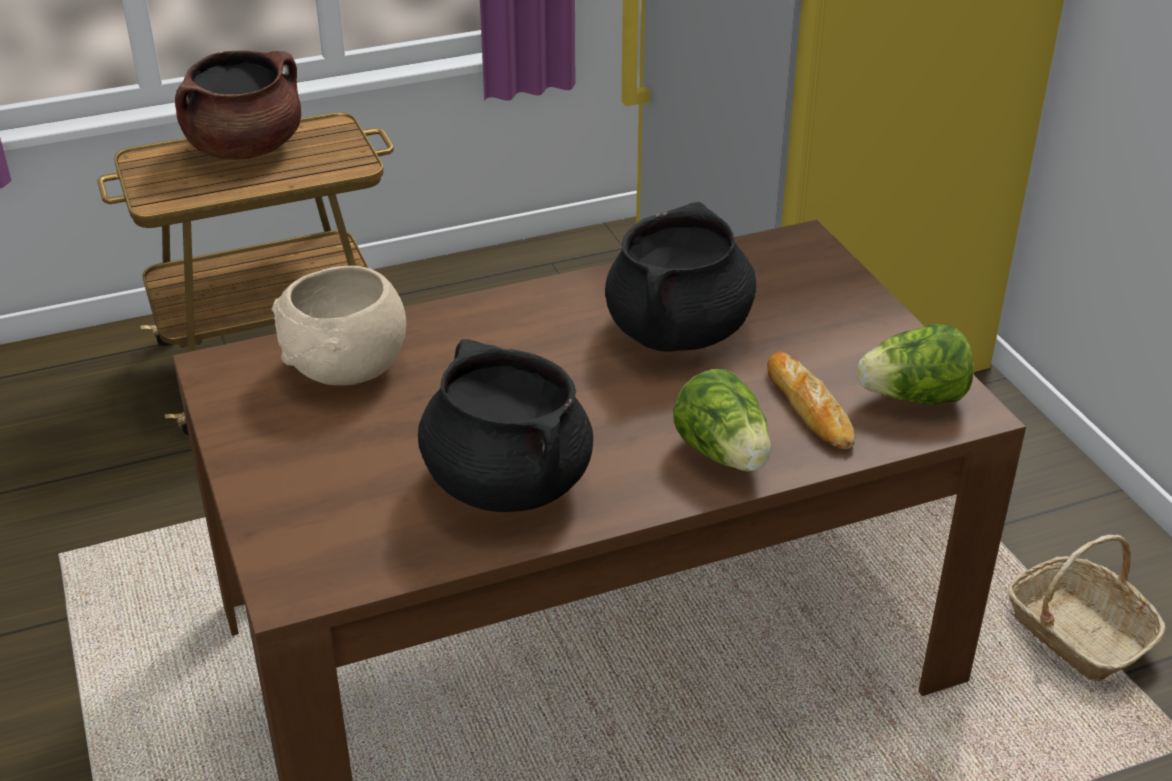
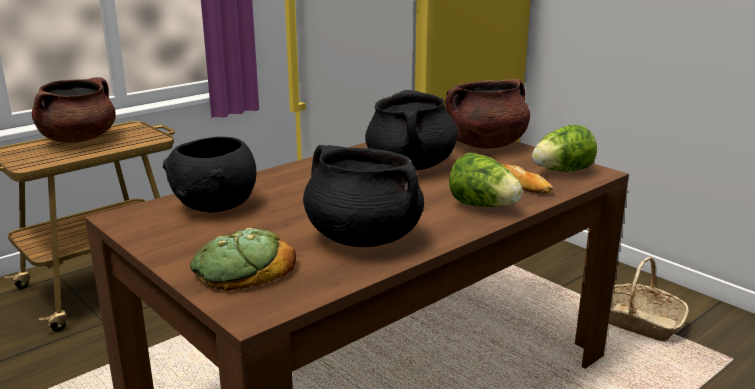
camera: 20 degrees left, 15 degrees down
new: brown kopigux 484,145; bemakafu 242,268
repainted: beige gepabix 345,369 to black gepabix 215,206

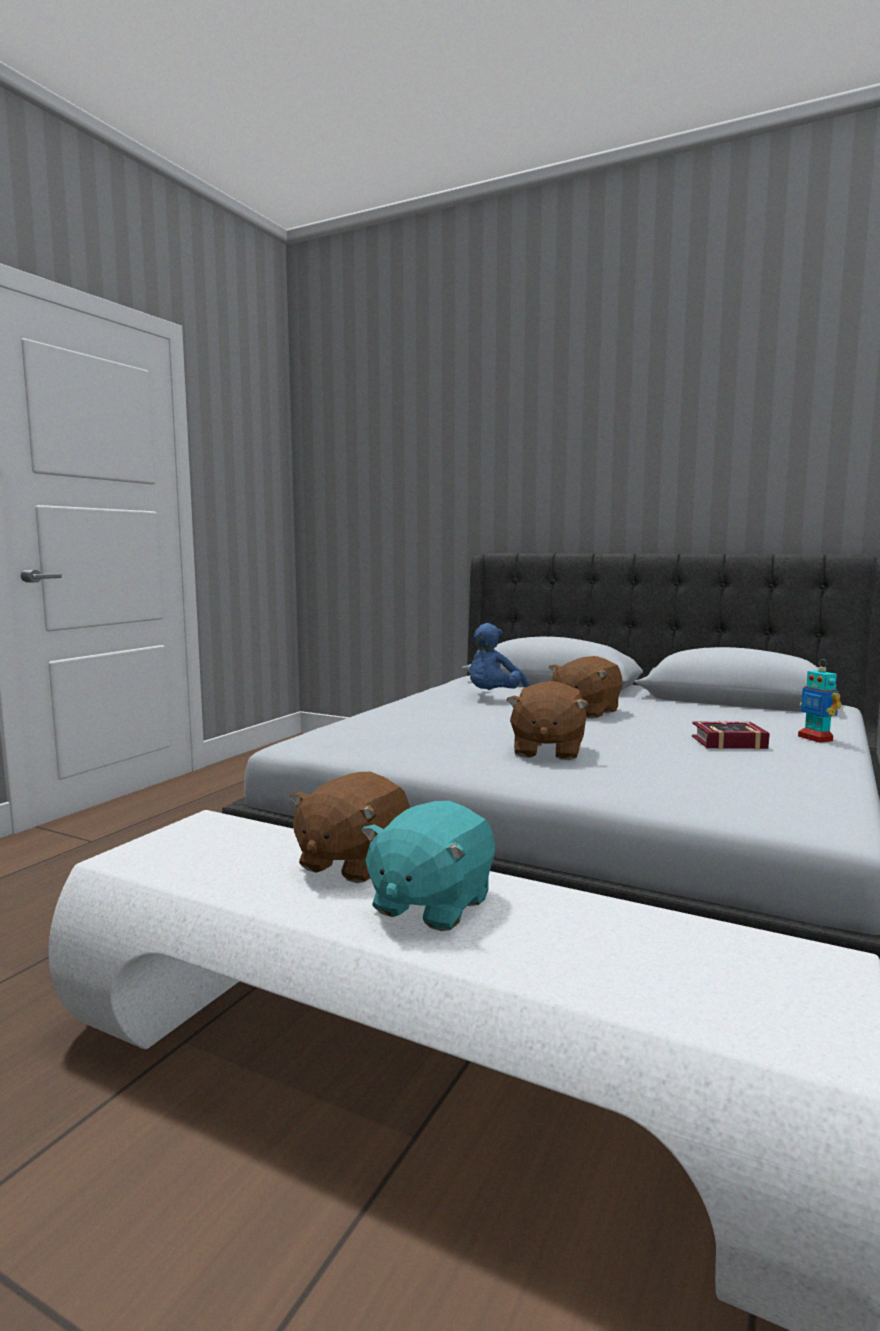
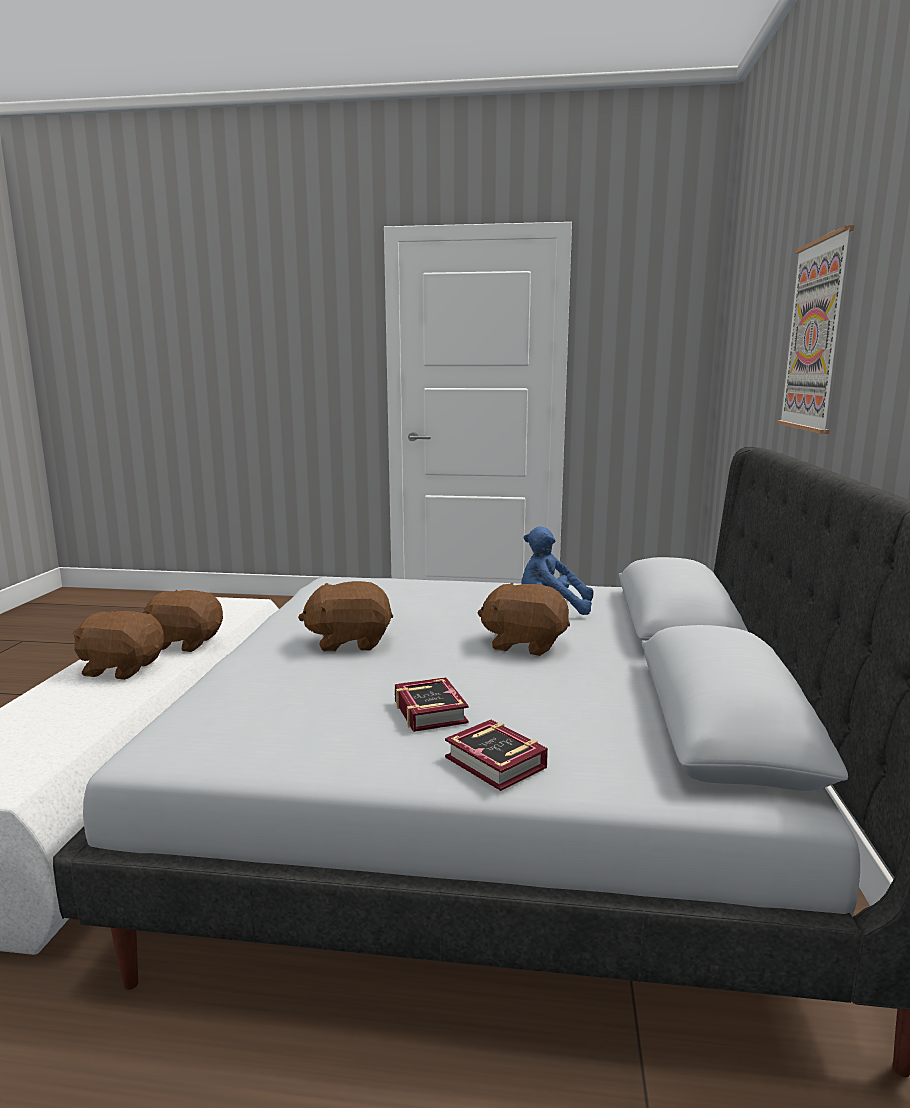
camera: 70 degrees right, 5 degrees up
new: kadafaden 815,336
swapped: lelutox 815,738 to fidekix 496,765
repainted: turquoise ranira 430,904 to brown ranira 122,668

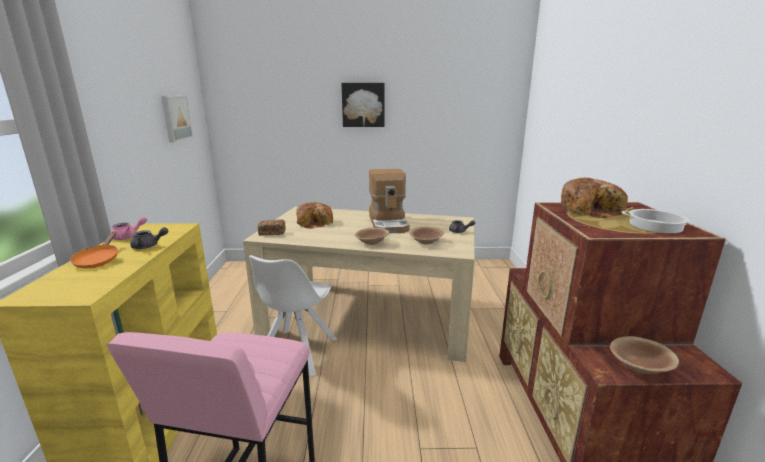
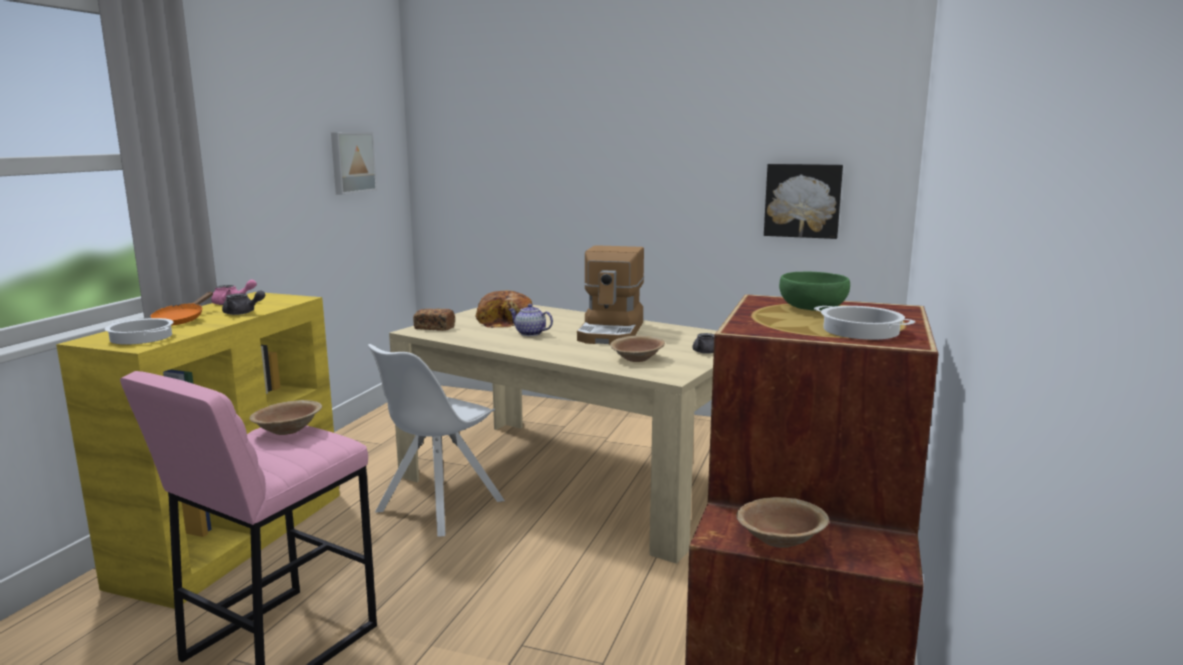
camera: 20 degrees right, 5 degrees down
new: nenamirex 530,333; kopigux 140,337
shifted: kadafaden 363,105 to 802,200; brown gepabix 372,242 to 288,430
swapped: bemakafu 592,209 to green gepabix 812,307

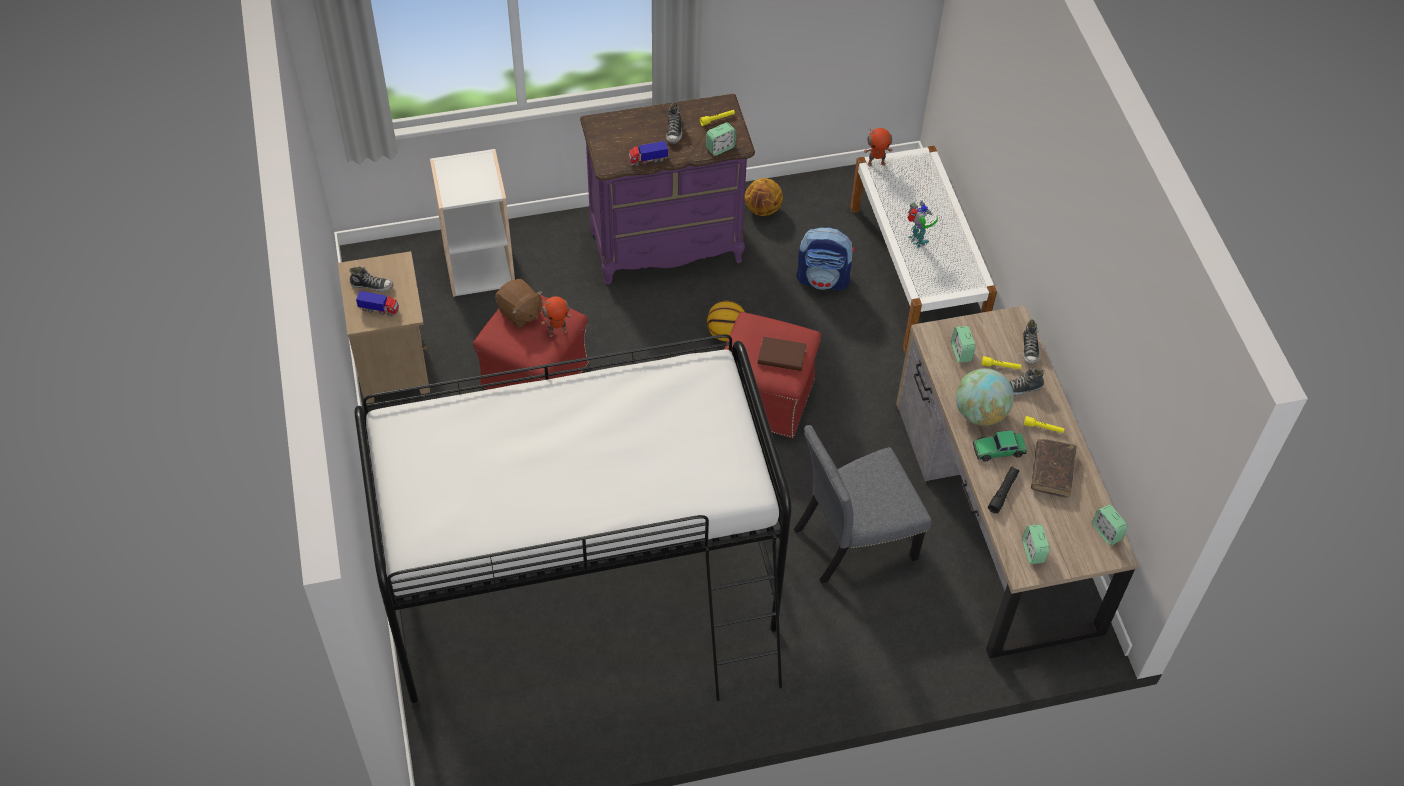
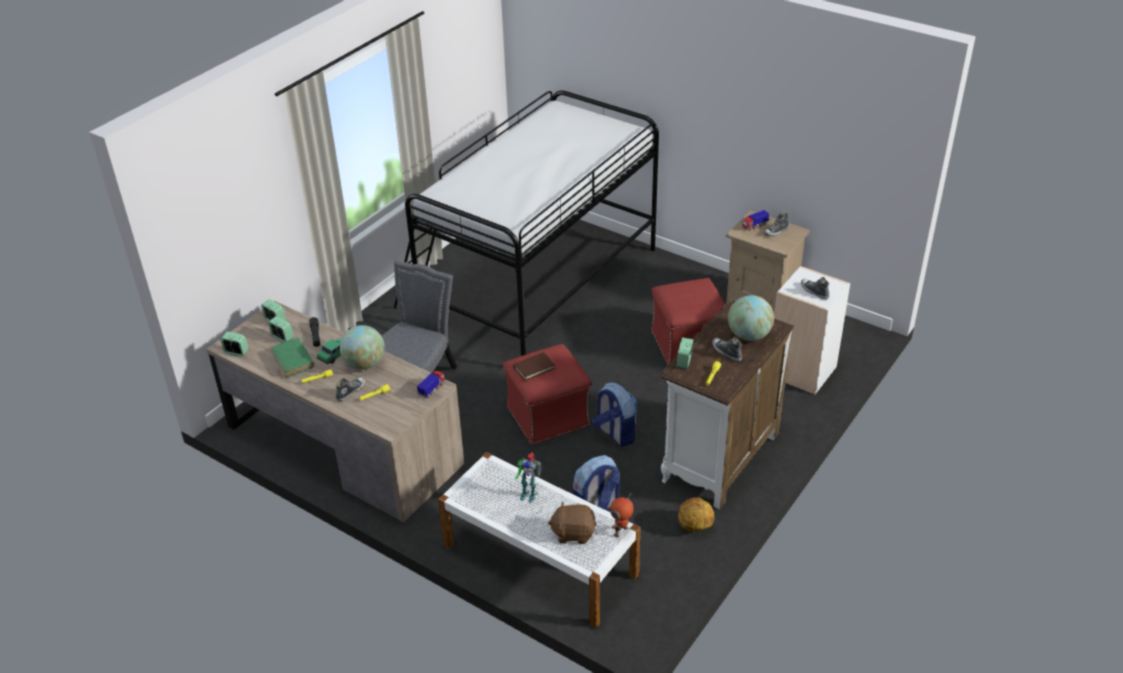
camera: 140 degrees right, 15 degrees down
gone: lelutox 557,331
new: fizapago 749,335
shifted: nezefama 647,160 to 432,389; brown ranira 520,312 to 573,533; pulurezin 1030,350 to 814,291; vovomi 961,352 to 282,337
swapped: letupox 726,333 to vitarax 615,434
repainted: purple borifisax 667,248 to white borifisax 718,456; brown fidekix 1052,471 to green fidekix 293,361

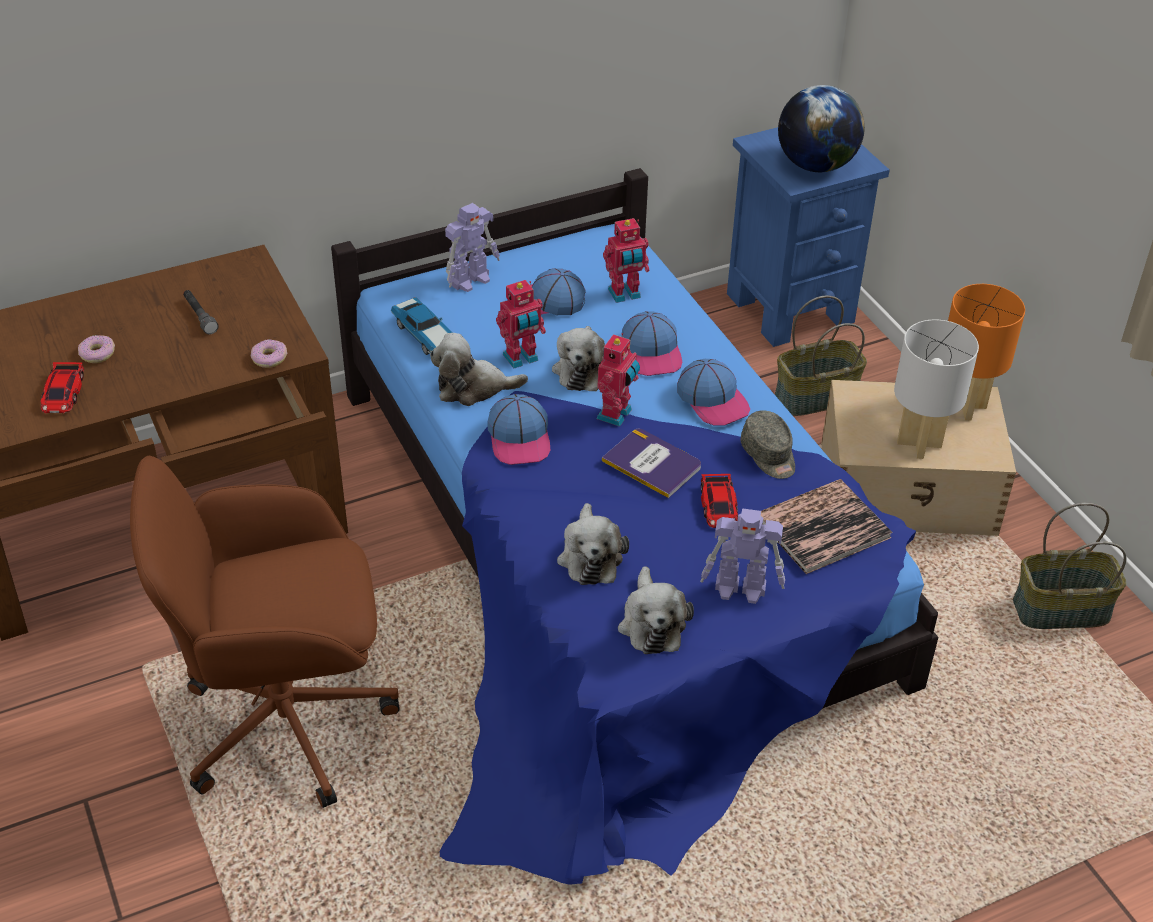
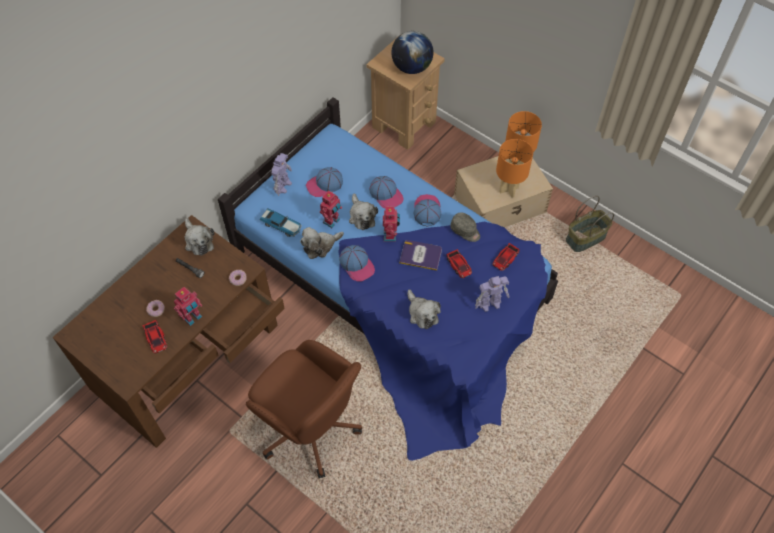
camera: 25 degrees left, 15 degrees up
gone: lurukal 816,398
shifted: lelutox 625,295 to 192,318; ranira 651,623 to 198,241
swapped: fidekix 822,527 to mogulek 505,259
repainted: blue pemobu 792,309 to beige pemobu 405,125; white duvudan 918,444 to orange duvudan 508,190
rotated: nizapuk 713,400 = 427,210 120 degrees counterclockwise; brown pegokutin 287,724 = 309,430 105 degrees counterclockwise

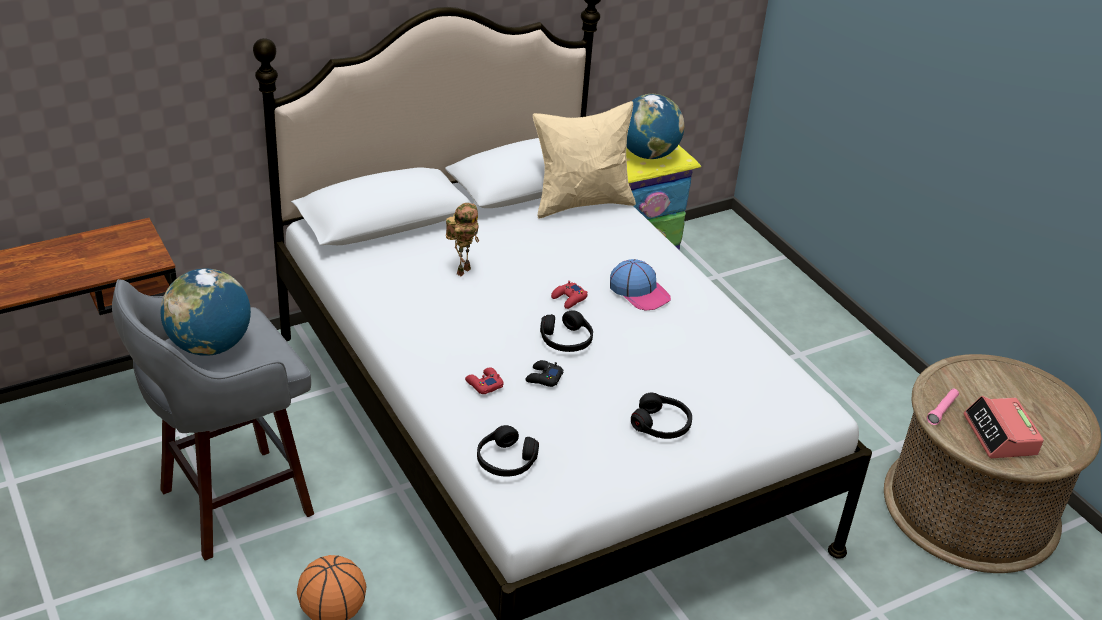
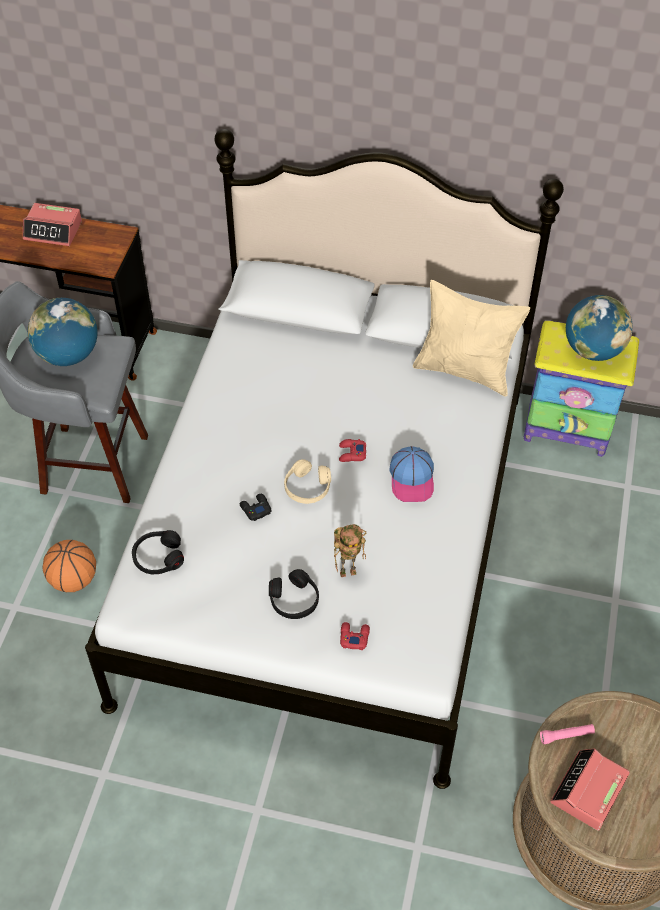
camera: 45 degrees right, 15 degrees up
new: vovomi 53,230
shifted: lelutox 462,270 to 348,571; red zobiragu 484,384 to 354,637
repainted: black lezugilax 566,340 to beige lezugilax 307,487

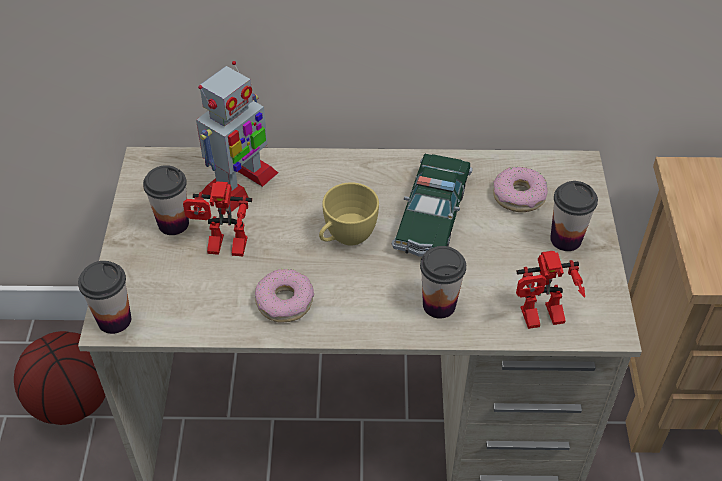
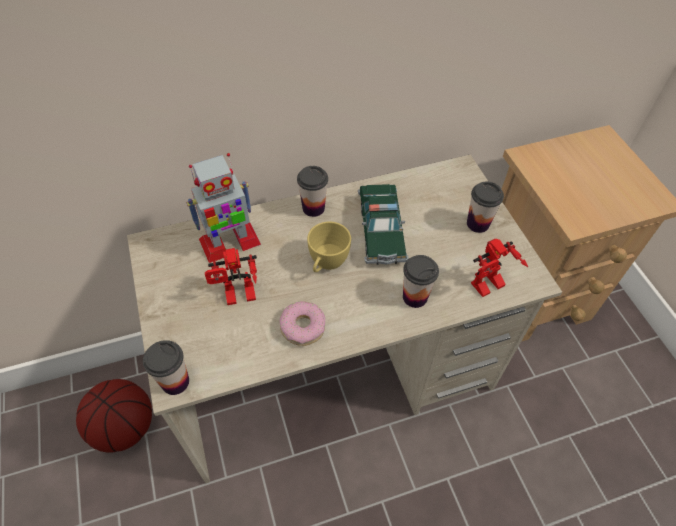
camera: 20 degrees left, 5 degrees up
gone: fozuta 519,196
shifted: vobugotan 173,223 to 313,208
rotated: lelutox 239,183 = 229,242 45 degrees clockwise

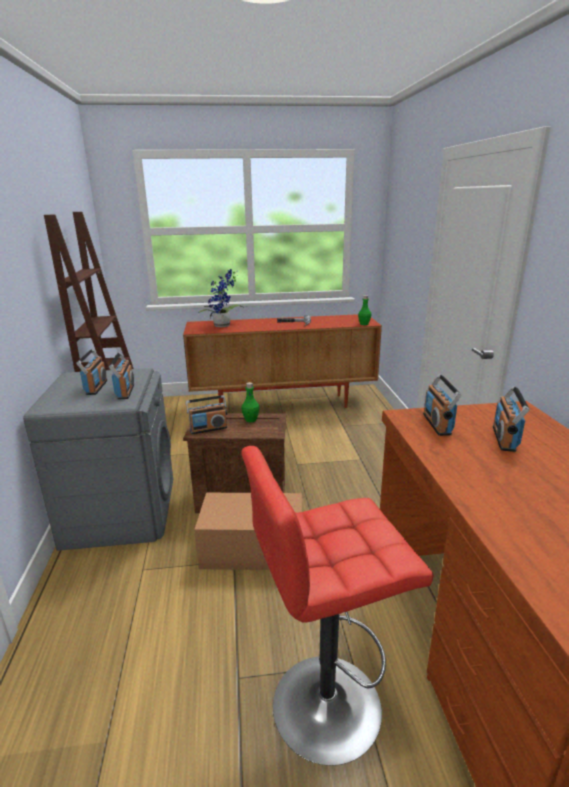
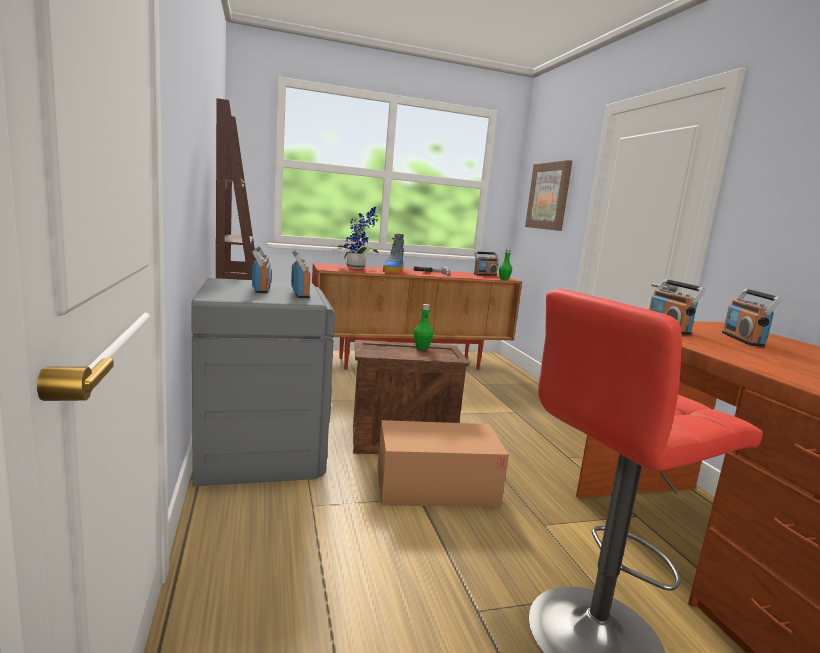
camera: 10 degrees left, 10 degrees down
new: kadafaden 549,196; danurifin 393,271
shifted: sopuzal 208,429 to 485,274

